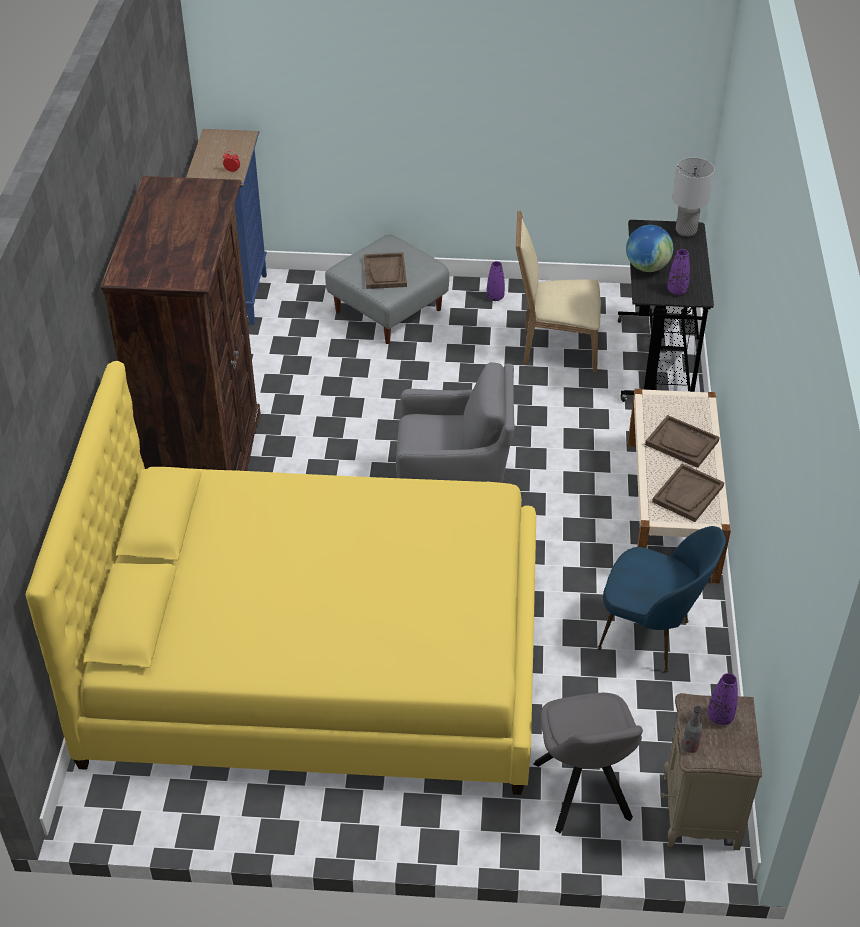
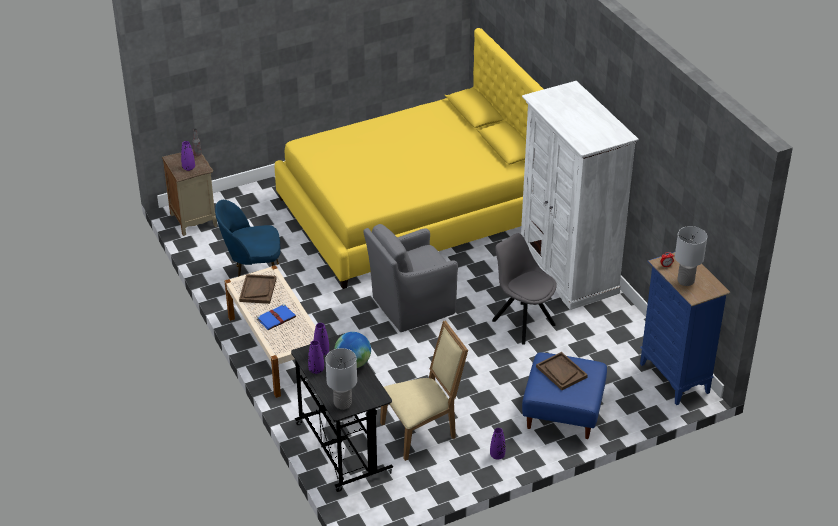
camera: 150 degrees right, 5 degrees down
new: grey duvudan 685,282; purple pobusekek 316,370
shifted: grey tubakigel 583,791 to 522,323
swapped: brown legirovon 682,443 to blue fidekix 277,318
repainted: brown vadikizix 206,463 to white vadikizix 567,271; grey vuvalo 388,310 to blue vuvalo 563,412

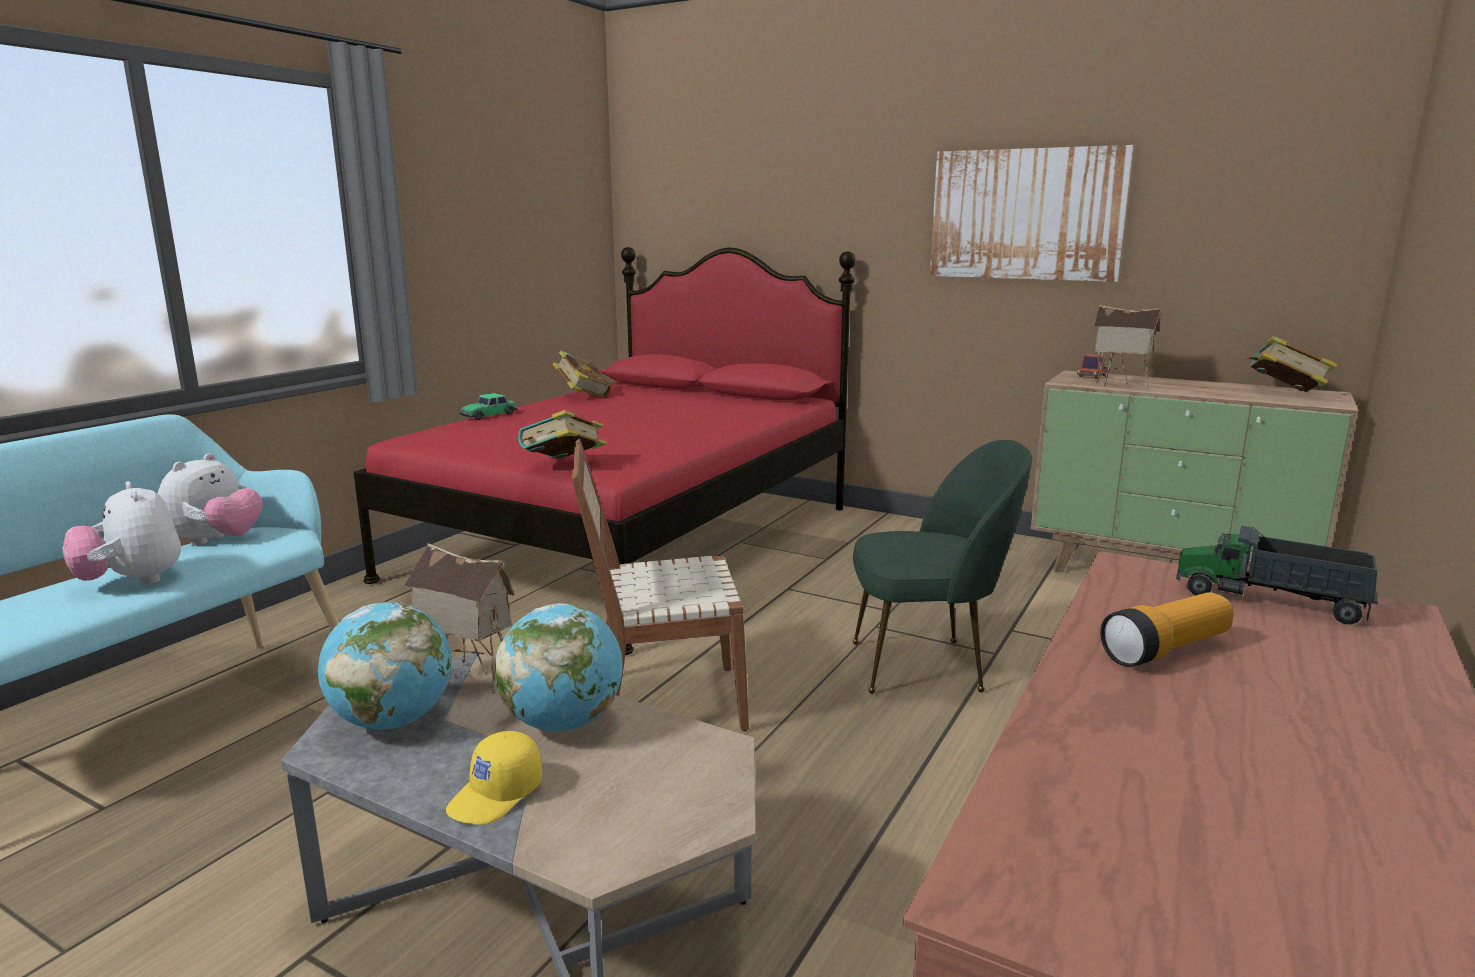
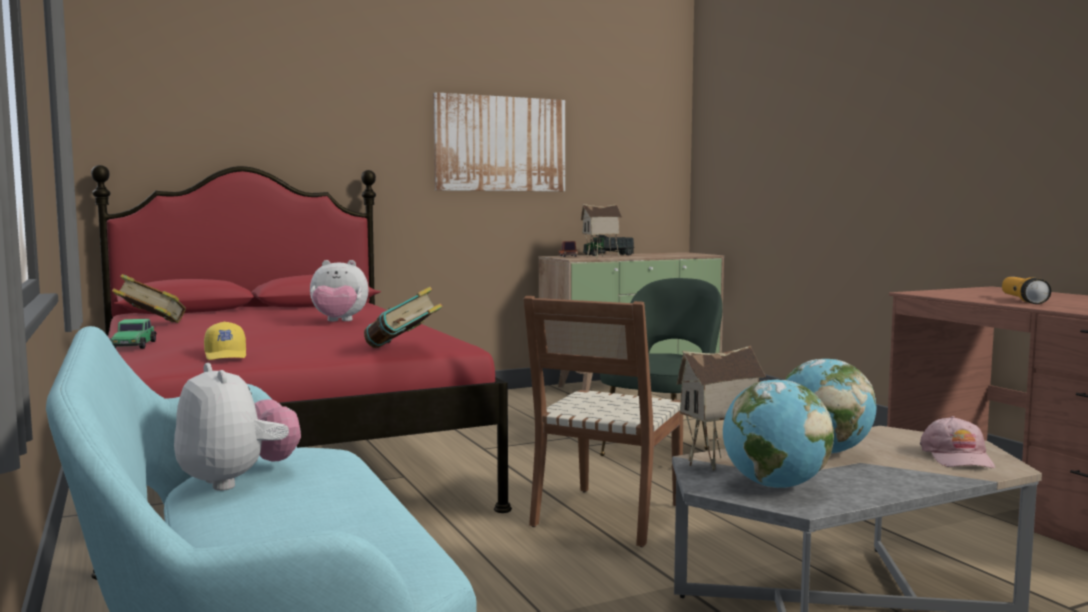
camera: 55 degrees left, 10 degrees down
gone: fidekix 1284,393
new: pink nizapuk 957,457
shifted: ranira 132,582 to 338,322; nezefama 1270,601 to 608,255; yellow nizapuk 496,795 to 226,355

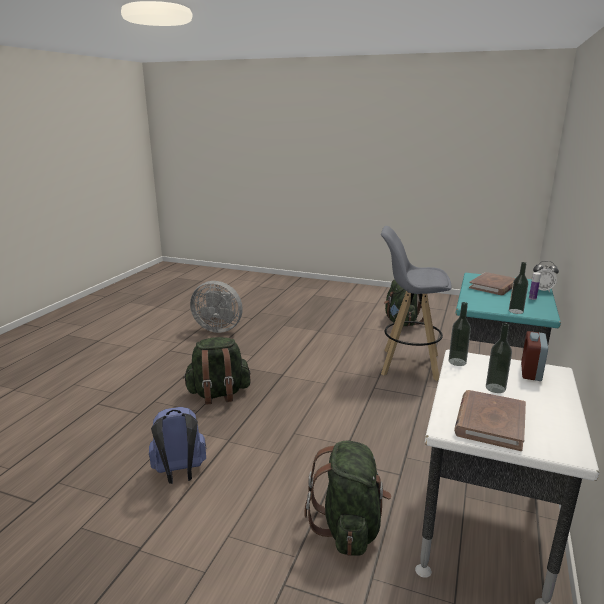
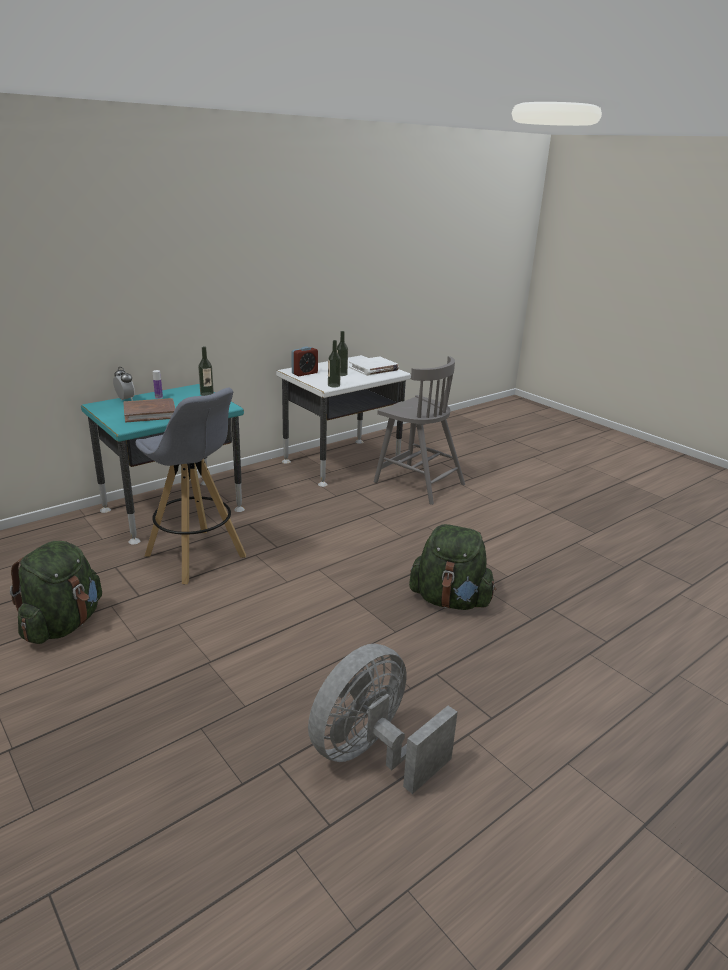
camera: 150 degrees left, 5 degrees up
gone: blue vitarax 179,473
swapped: green vitarax 349,527 to grey tubakigel 417,482
repainted: brown fidekix 490,422 to white fidekix 373,369
rotated: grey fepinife 218,328 = 372,753 90 degrees counterclockwise

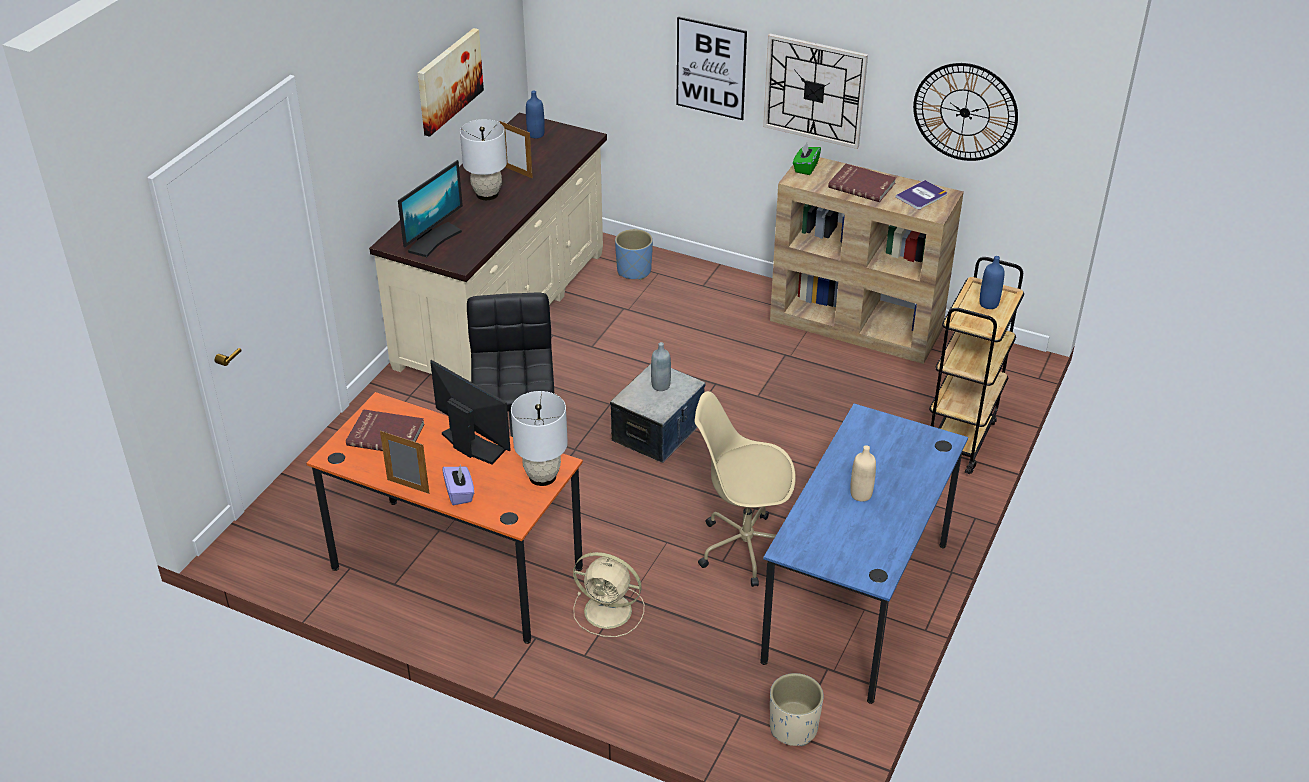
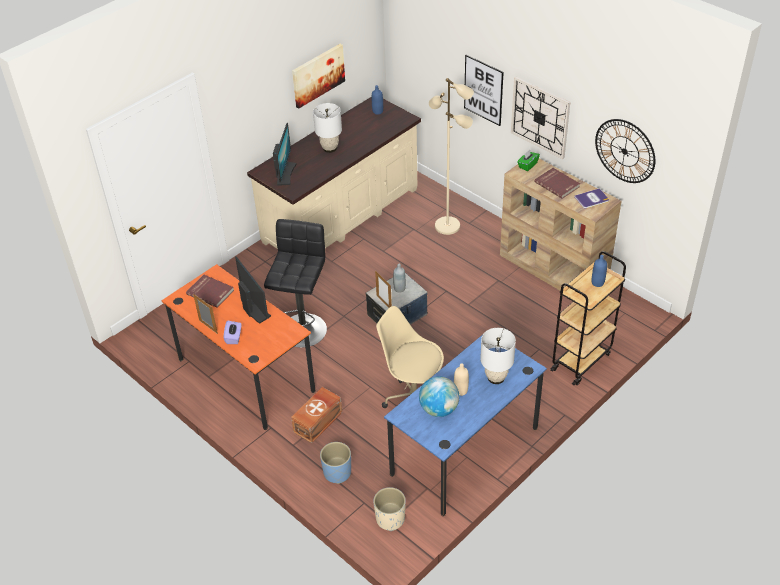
camera: 20 degrees right, 5 degrees up
new: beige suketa 448,225; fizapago 439,409
shifted: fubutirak 517,172 to 384,303; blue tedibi 633,271 to 337,472; white duvudan 542,476 to 496,377
swapped: beige fepinife 610,611 to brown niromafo 319,422
rotated: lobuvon 433,240 = 285,174 45 degrees counterclockwise

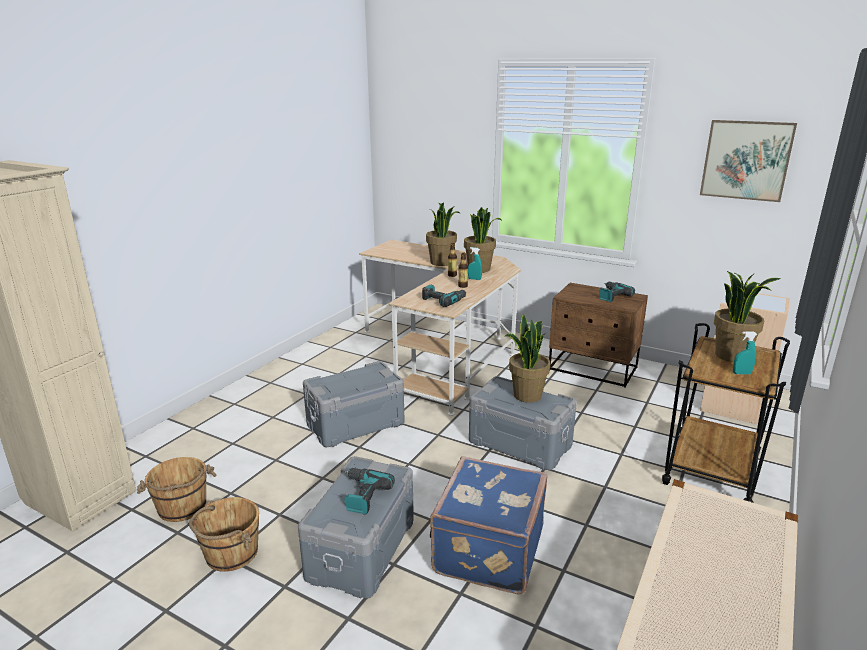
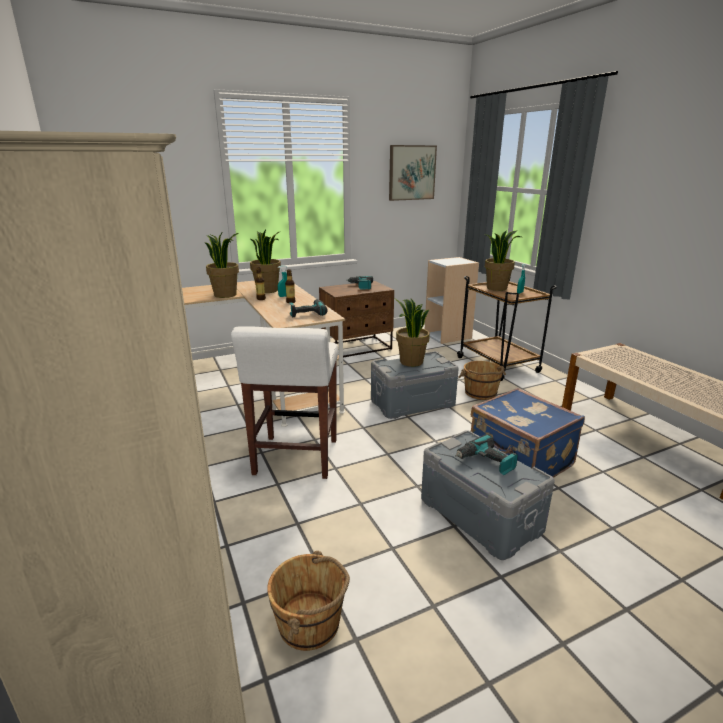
camera: 55 degrees left, 0 degrees up
shifted: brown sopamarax 230,553 to 480,393
swapped: grey niromafo 355,423 to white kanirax 295,458

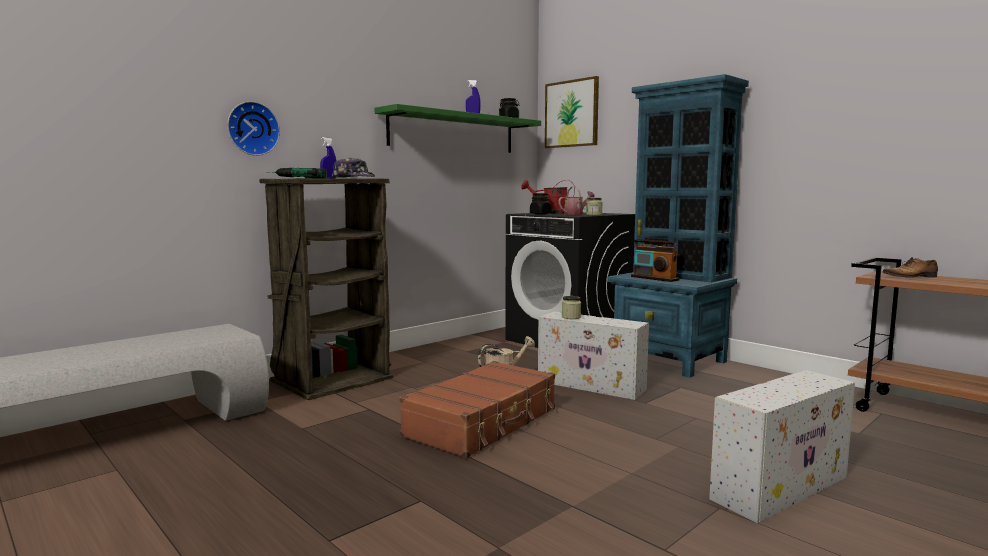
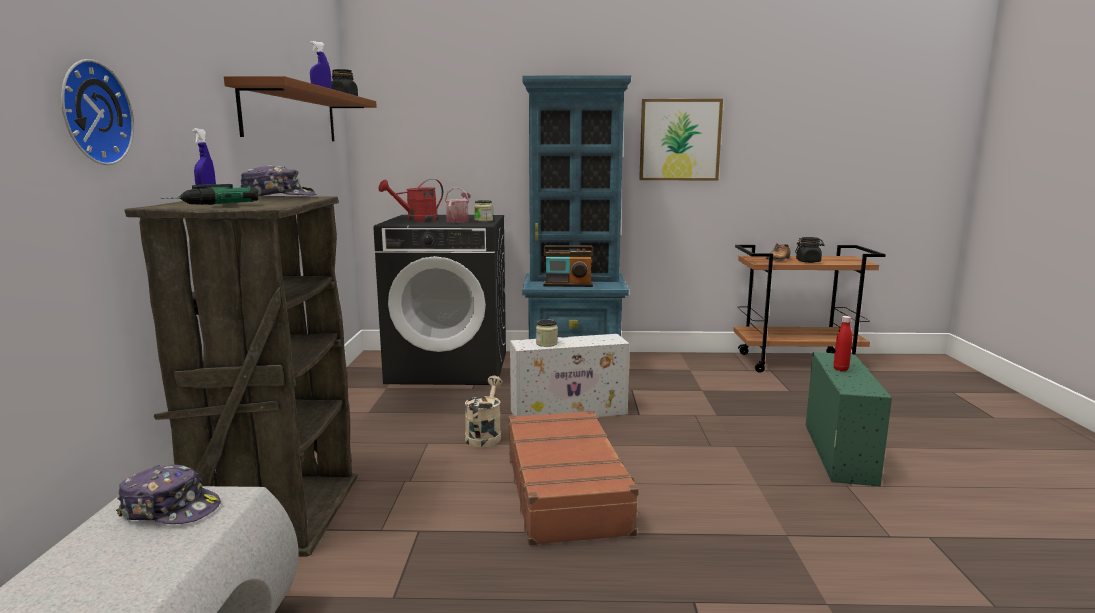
camera: 45 degrees left, 5 degrees up
new: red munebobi 840,369; nizapuk 171,509
shifted: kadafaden 571,114 to 680,140; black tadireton 540,214 to 808,261
repainted: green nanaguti 453,132 to brown nanaguti 292,115; white niromafo 781,487 to green niromafo 838,452

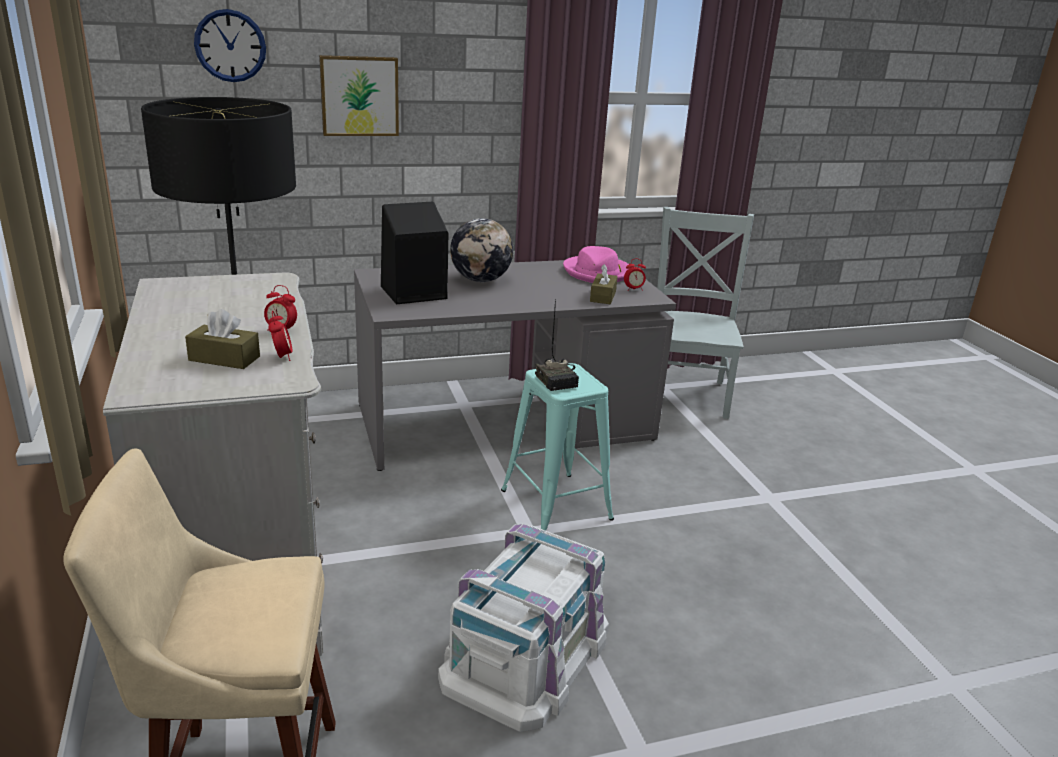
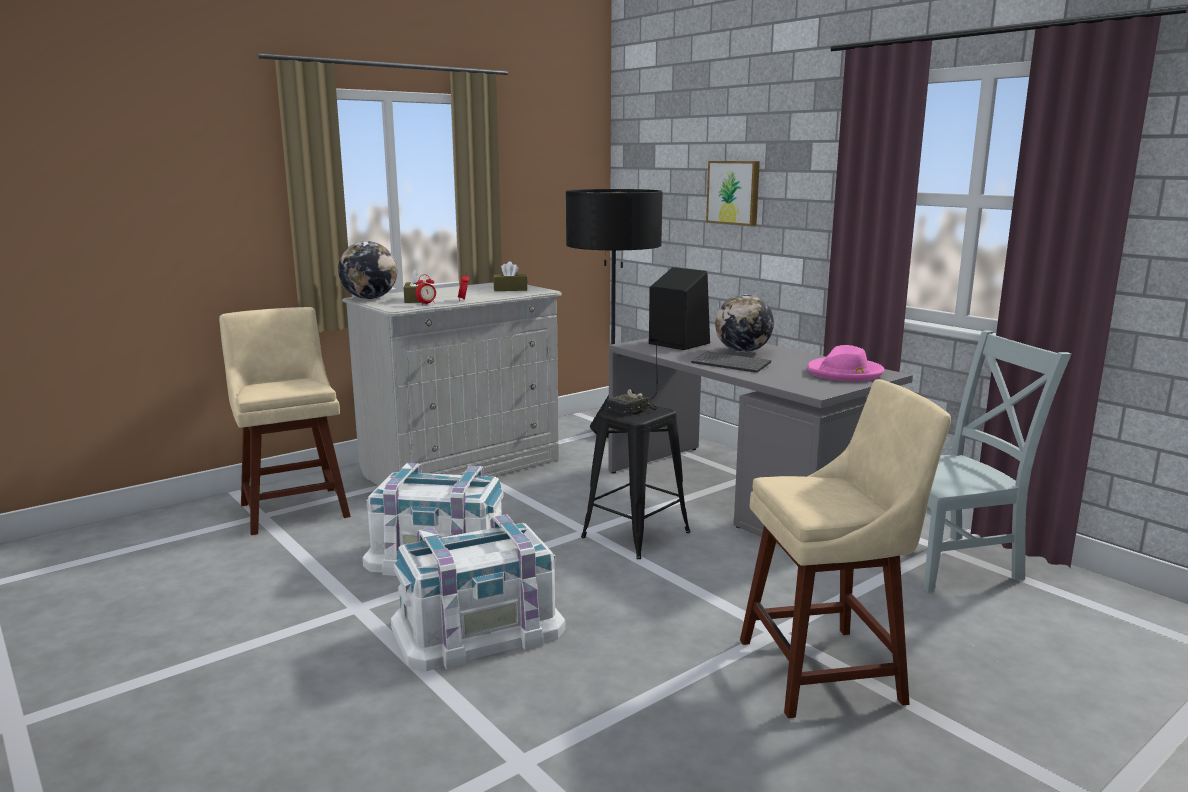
camera: 70 degrees right, 10 degrees down
gone: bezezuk 230,46; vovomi 633,289
new: fizapago 369,298; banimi 732,364; beige tubakigel 829,670; white niromafo 478,628
shifted: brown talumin 603,296 to 510,289
repainted: turquoise kanirax 556,504 to black kanirax 636,535

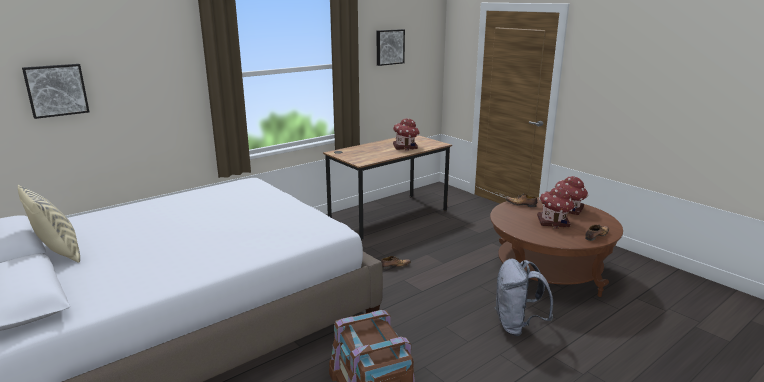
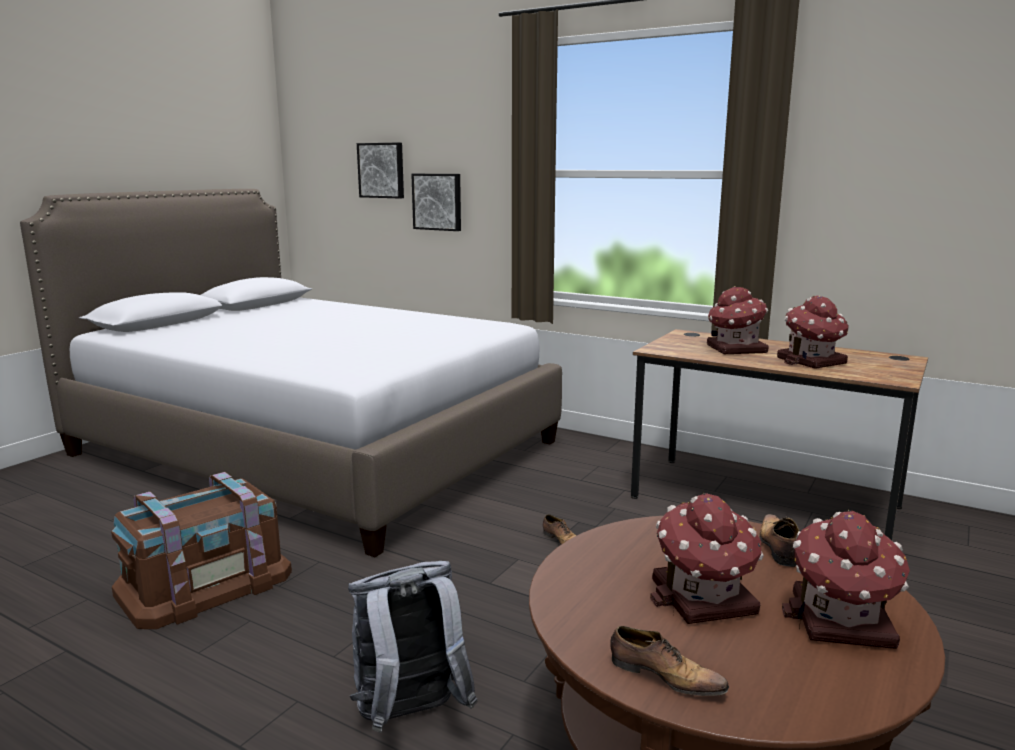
camera: 70 degrees right, 5 degrees down
gone: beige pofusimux 58,253
new: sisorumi 735,349
shifted: kadafaden 389,47 to 438,201

